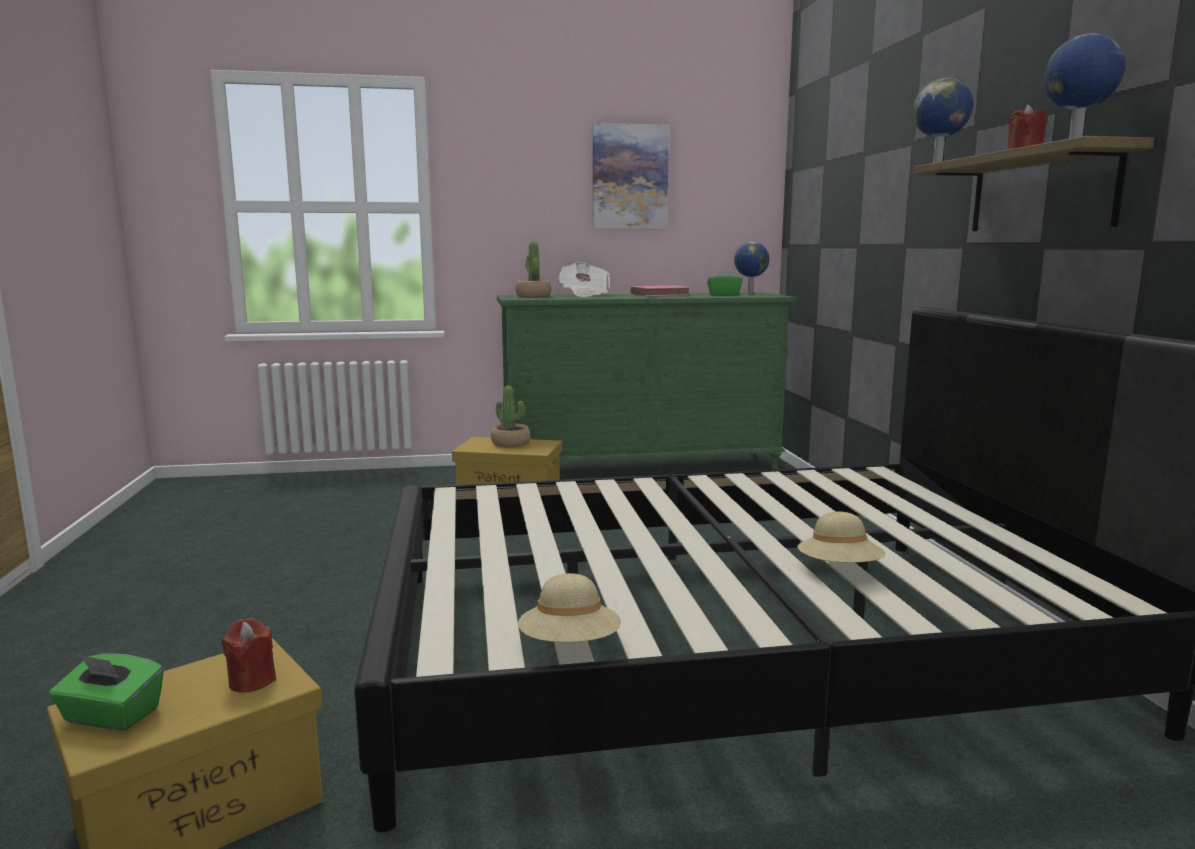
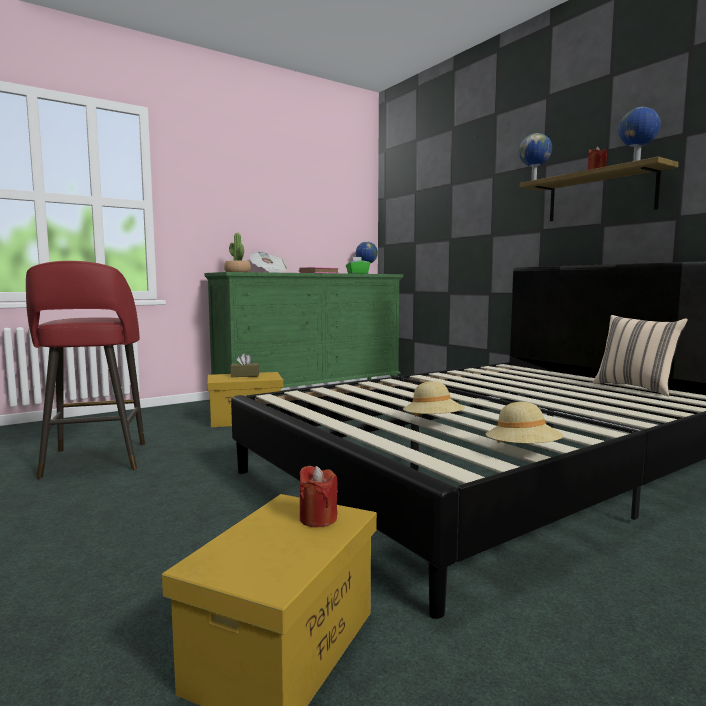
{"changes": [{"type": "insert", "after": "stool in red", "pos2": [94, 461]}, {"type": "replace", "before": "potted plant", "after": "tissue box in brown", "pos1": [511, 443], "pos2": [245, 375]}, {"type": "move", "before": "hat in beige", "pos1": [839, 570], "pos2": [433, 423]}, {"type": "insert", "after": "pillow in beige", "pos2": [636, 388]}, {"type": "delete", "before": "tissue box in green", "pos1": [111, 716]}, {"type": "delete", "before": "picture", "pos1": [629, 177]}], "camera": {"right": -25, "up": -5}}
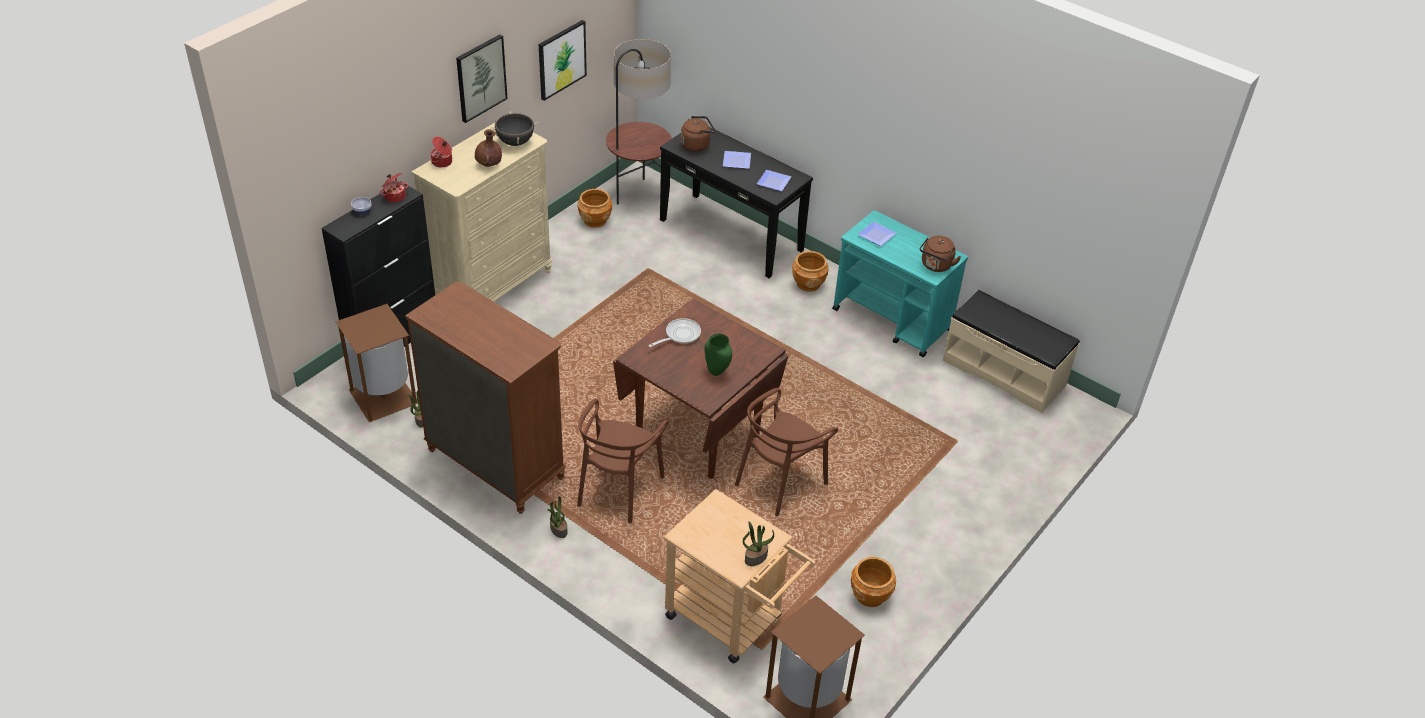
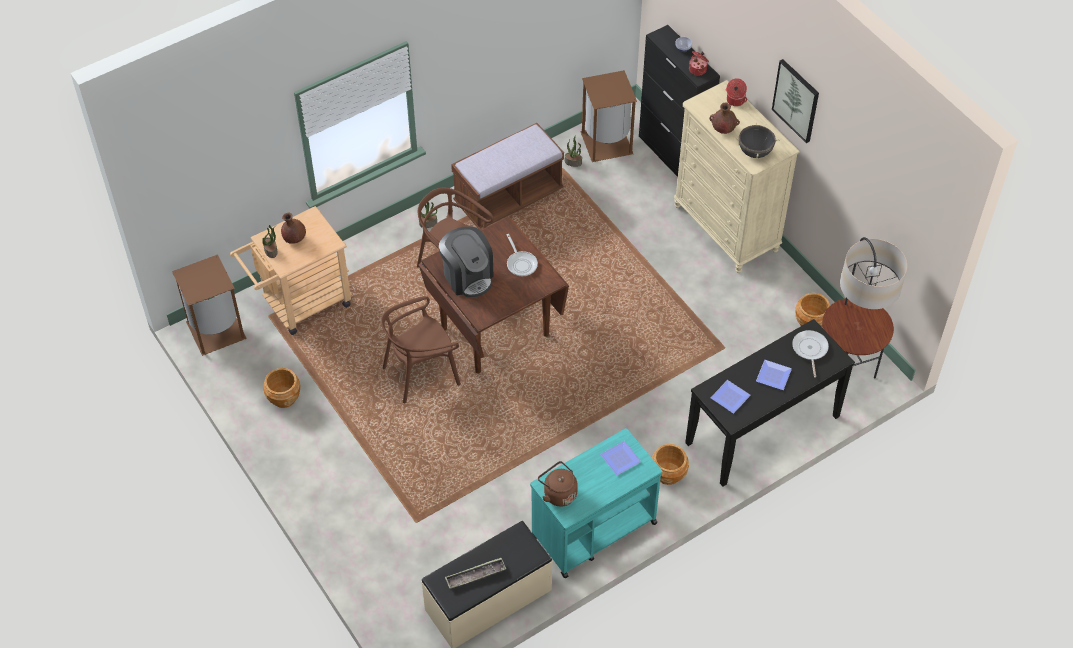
{"changes": [{"type": "insert", "after": "vase in brown", "pos2": [294, 238]}, {"type": "rotate", "before": "chair in brown", "pos1": [779, 481], "pos2": [421, 373], "turn": -90}, {"type": "replace", "before": "vase in green", "after": "coffee machine", "pos1": [716, 372], "pos2": [468, 276]}, {"type": "insert", "after": "tray", "pos2": [475, 575]}, {"type": "replace", "before": "dresser in brown", "after": "bench in brown", "pos1": [495, 465], "pos2": [508, 197]}, {"type": "replace", "before": "kettle in brown", "after": "frying pan", "pos1": [697, 145], "pos2": [809, 349]}, {"type": "delete", "before": "picture", "pos1": [561, 59]}], "camera": {"right": 110, "up": 10}}
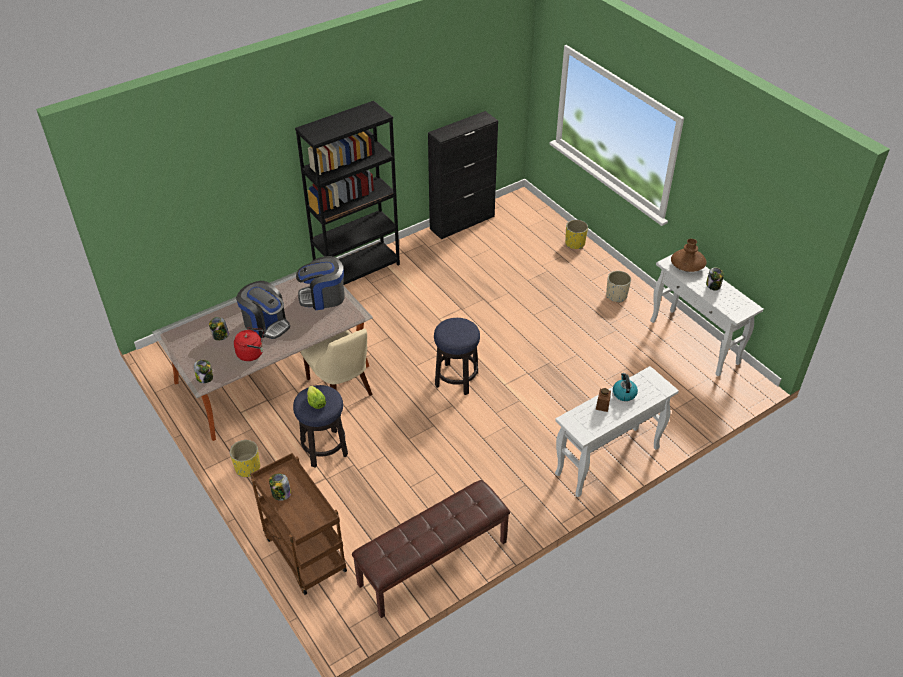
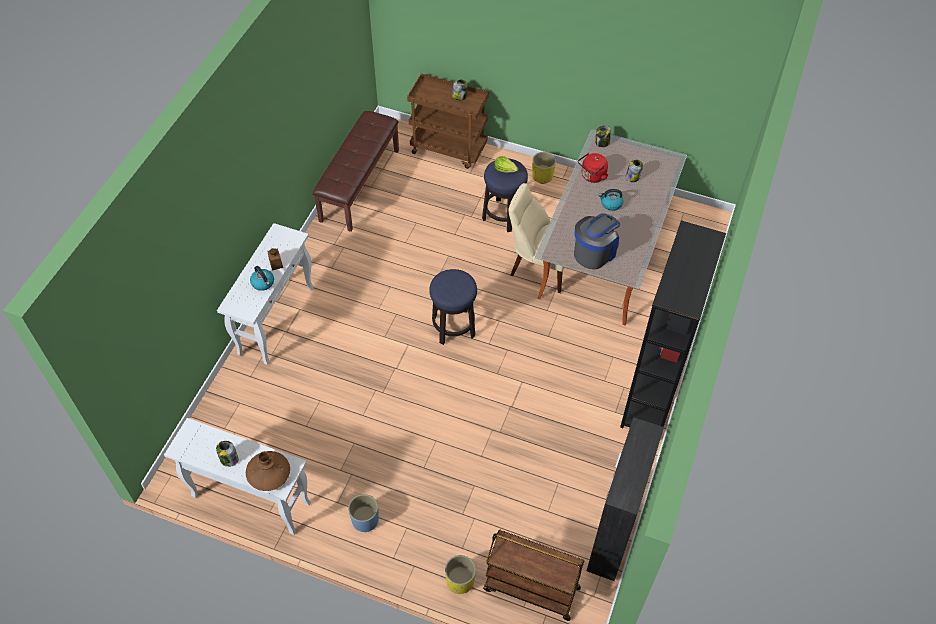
{"changes": [{"type": "recolor", "before": "planter in beige", "after": "planter in blue", "pos1": [616, 296], "pos2": [365, 520]}, {"type": "insert", "after": "cart in brown", "pos2": [530, 589]}, {"type": "replace", "before": "coffee machine", "after": "kettle", "pos1": [266, 324], "pos2": [611, 204]}], "camera": {"right": 145, "up": 10}}
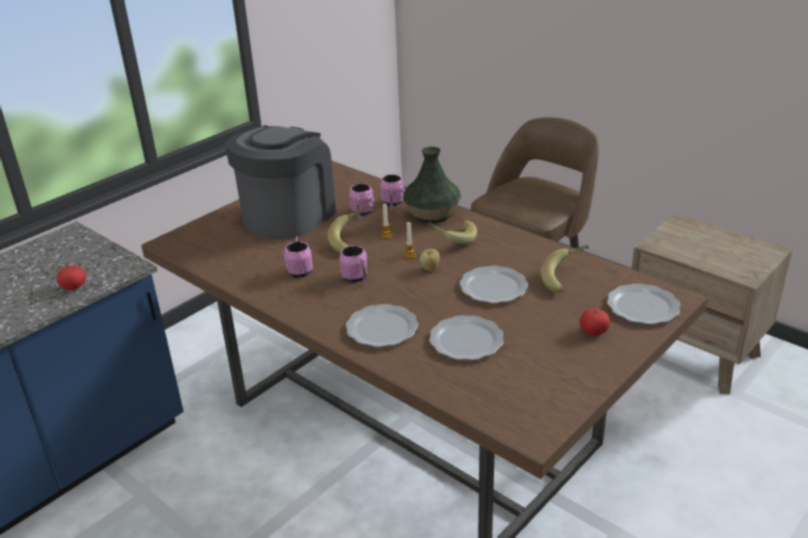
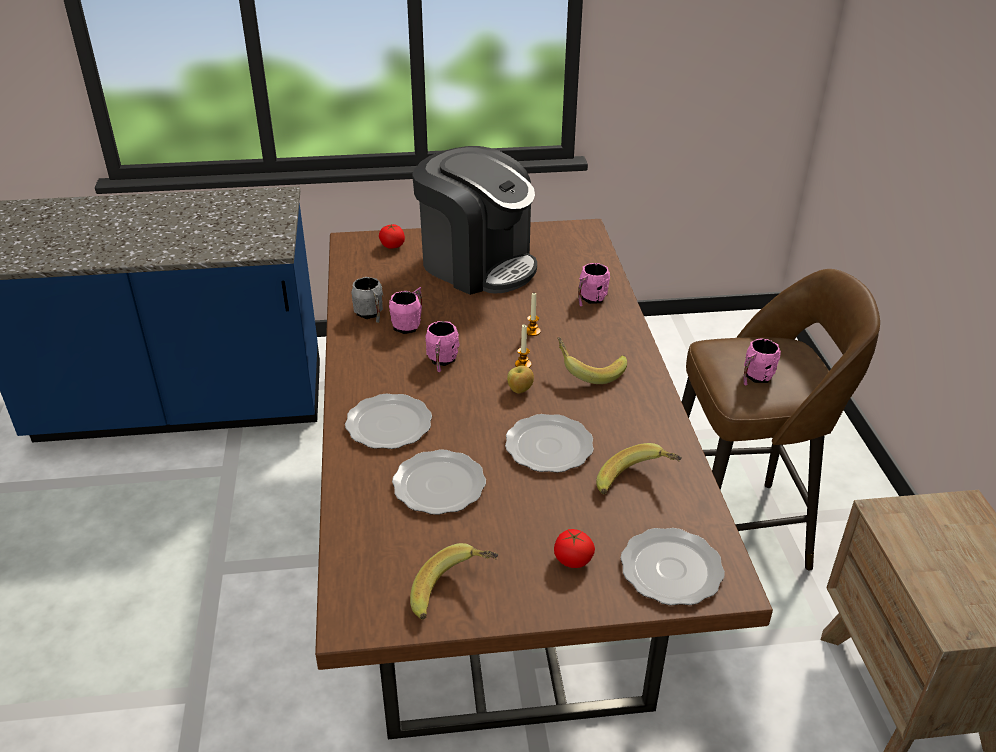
{"changes": [{"type": "insert", "after": "mug in grey", "pos2": [370, 314]}, {"type": "move", "before": "tomato", "pos1": [74, 287], "pos2": [392, 246]}, {"type": "move", "before": "banana", "pos1": [351, 241], "pos2": [454, 594]}, {"type": "rotate", "before": "coffee machine", "pos1": [288, 216], "pos2": [477, 264], "turn": 60}, {"type": "move", "before": "mug in pink", "pos1": [361, 213], "pos2": [755, 377]}, {"type": "delete", "before": "vase", "pos1": [433, 214]}], "camera": {"right": 40, "up": 5}}
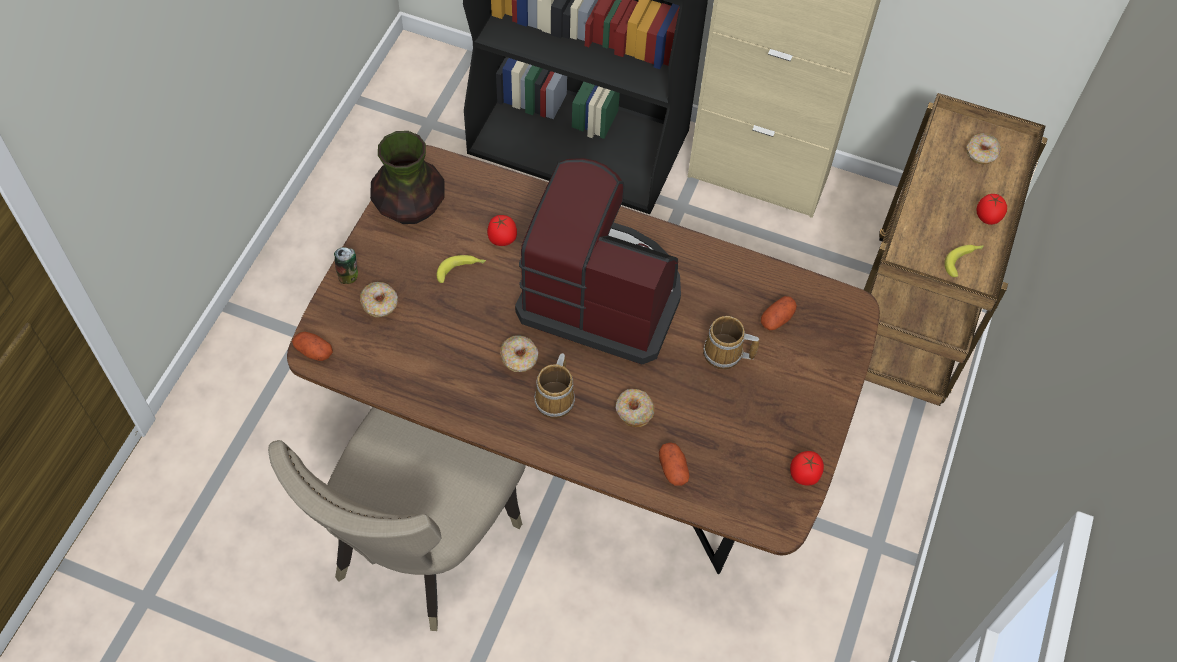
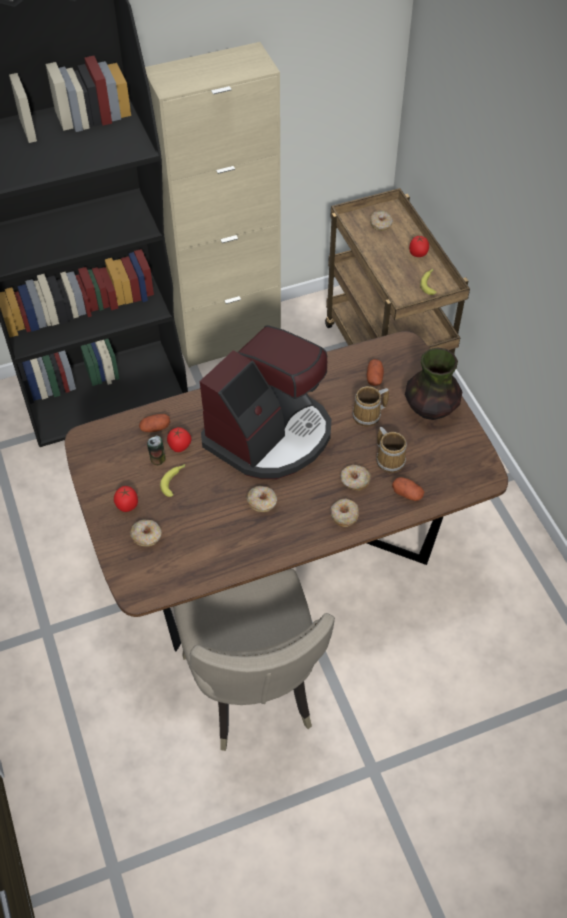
{"changes": [{"type": "move", "before": "tomato", "pos1": [804, 475], "pos2": [127, 505]}, {"type": "move", "before": "potato", "pos1": [313, 351], "pos2": [155, 428]}, {"type": "move", "before": "can", "pos1": [349, 276], "pos2": [157, 459]}, {"type": "rotate", "before": "coffee machine", "pos1": [601, 295], "pos2": [270, 435], "turn": 150}, {"type": "insert", "after": "donut", "pos2": [344, 515]}, {"type": "move", "before": "mug", "pos1": [556, 398], "pos2": [390, 459]}, {"type": "move", "before": "vase", "pos1": [410, 208], "pos2": [430, 408]}], "camera": {"right": -40, "up": -5}}
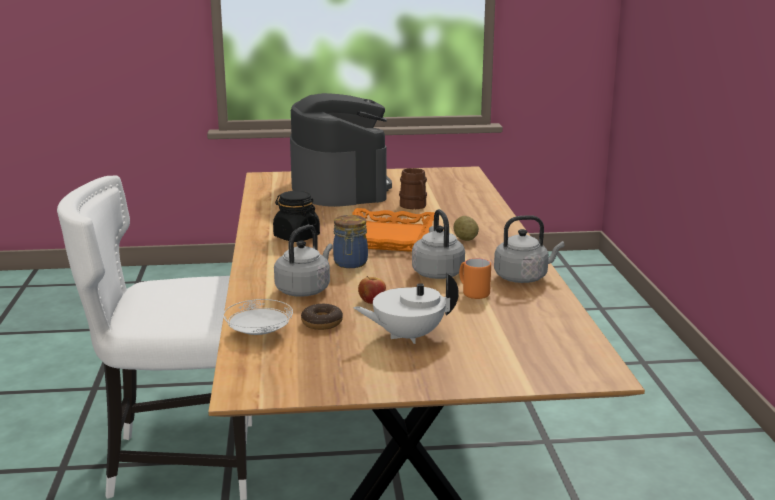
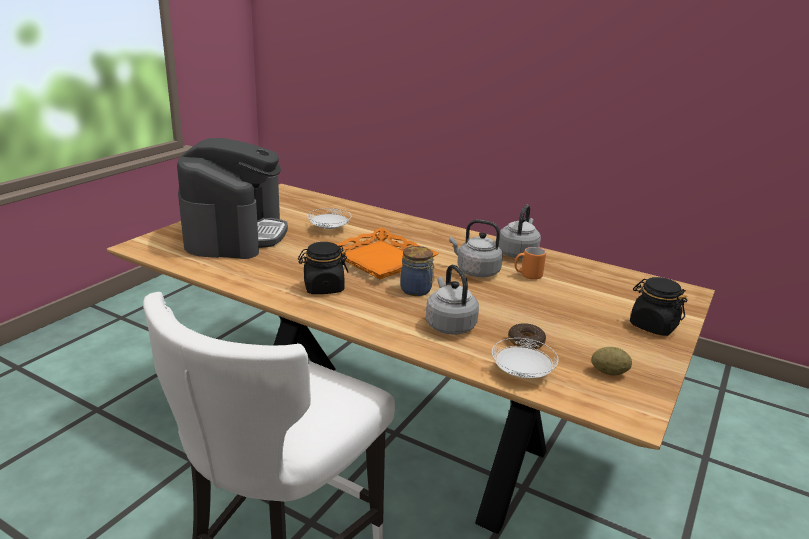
{"changes": [{"type": "rotate", "before": "coffee machine", "pos1": [339, 188], "pos2": [235, 234], "turn": 75}, {"type": "replace", "before": "mug in brown", "after": "plate in white", "pos1": [414, 206], "pos2": [329, 229]}, {"type": "move", "before": "potato", "pos1": [465, 239], "pos2": [609, 372]}, {"type": "insert", "after": "jar in black", "pos2": [653, 326]}, {"type": "delete", "before": "teapot in white", "pos1": [407, 336]}, {"type": "delete", "before": "apple", "pos1": [371, 301]}], "camera": {"right": -55, "up": 5}}
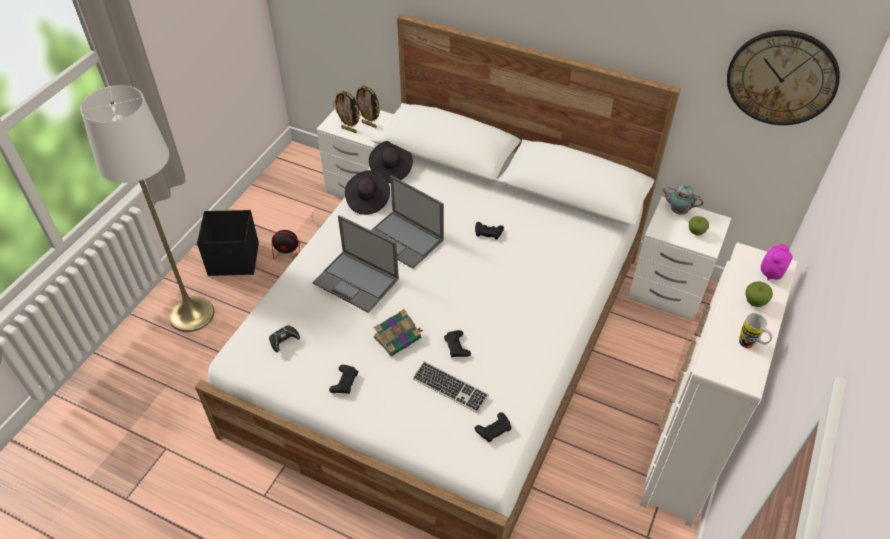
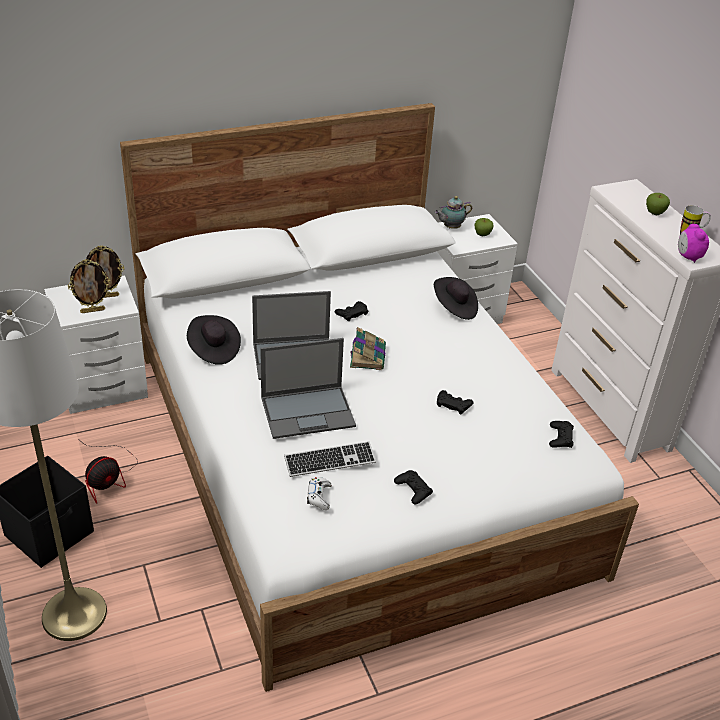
{"changes": [{"type": "move", "before": "keyboard", "pos1": [450, 388], "pos2": [330, 461]}, {"type": "recolor", "before": "game controller in black", "after": "game controller in white", "pos1": [284, 340], "pos2": [319, 496]}, {"type": "move", "before": "book", "pos1": [398, 337], "pos2": [367, 356]}, {"type": "move", "before": "hat in black", "pos1": [390, 169], "pos2": [454, 308]}, {"type": "move", "before": "alarm clock", "pos1": [770, 273], "pos2": [688, 257]}, {"type": "delete", "before": "wall clock", "pos1": [782, 77]}], "camera": {"right": -50, "up": -10}}
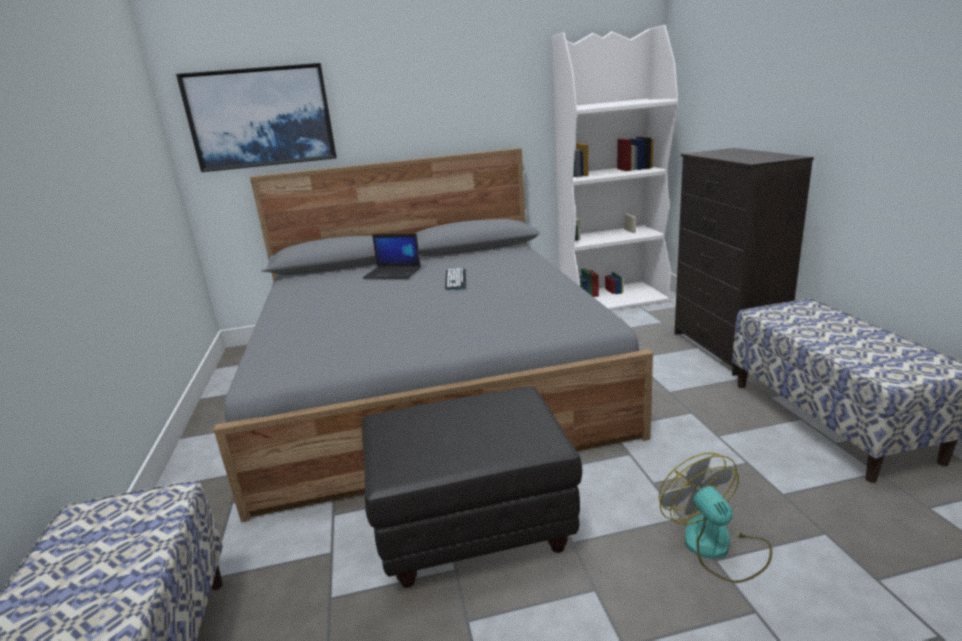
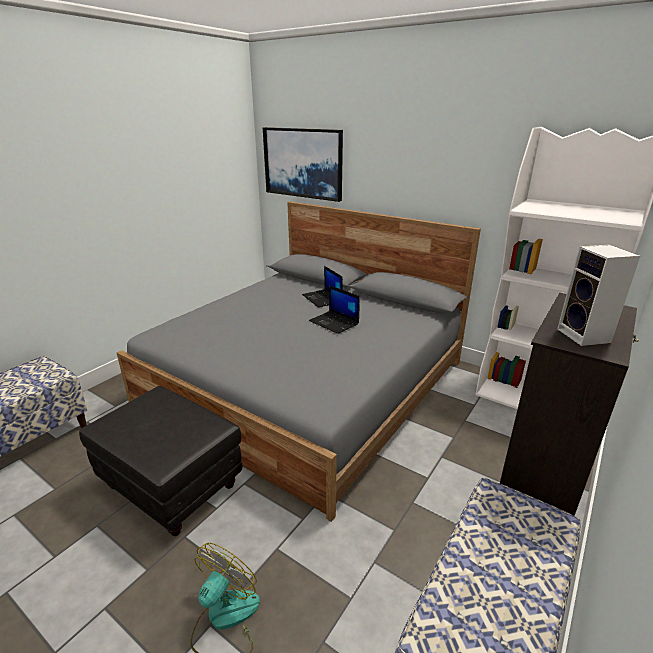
{"changes": [{"type": "replace", "before": "keyboard", "after": "laptop", "pos1": [455, 279], "pos2": [334, 322]}, {"type": "insert", "after": "speaker", "pos2": [585, 336]}], "camera": {"right": 45, "up": 5}}
